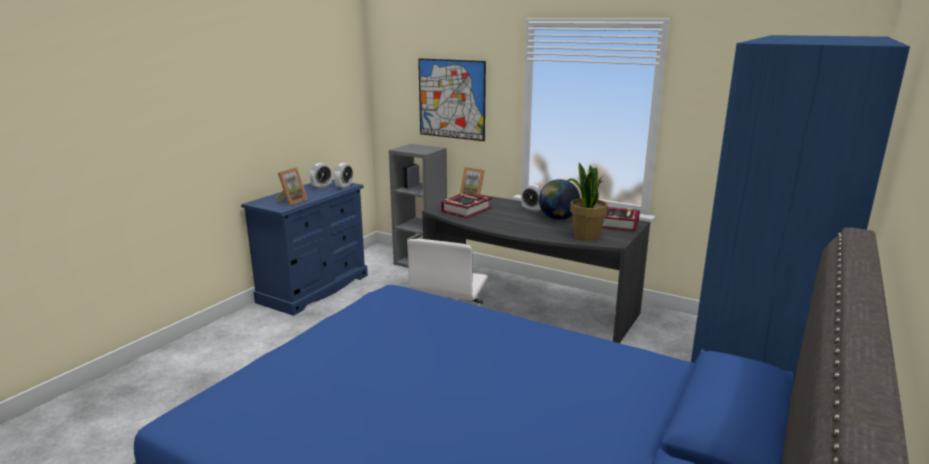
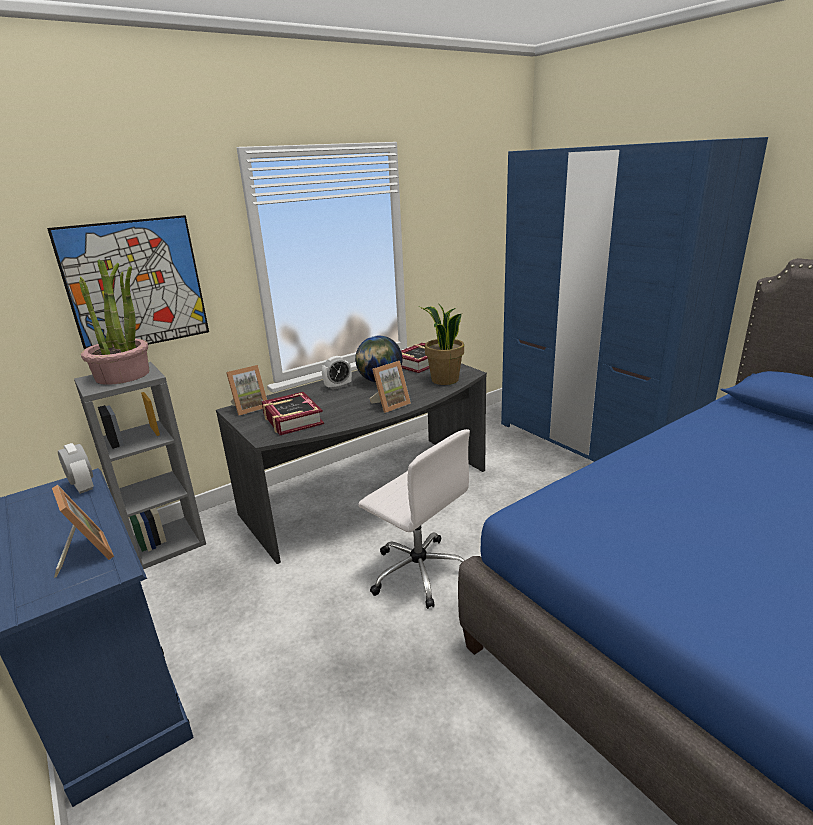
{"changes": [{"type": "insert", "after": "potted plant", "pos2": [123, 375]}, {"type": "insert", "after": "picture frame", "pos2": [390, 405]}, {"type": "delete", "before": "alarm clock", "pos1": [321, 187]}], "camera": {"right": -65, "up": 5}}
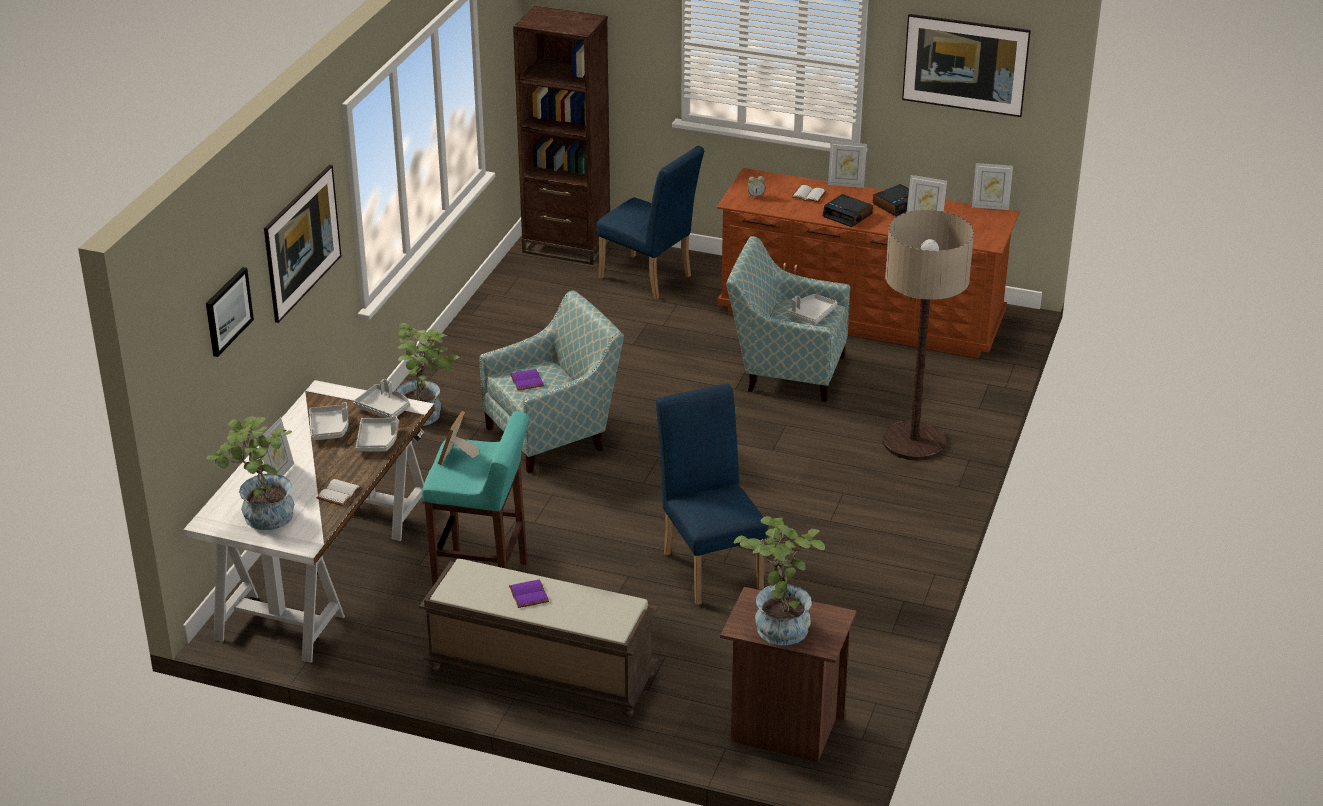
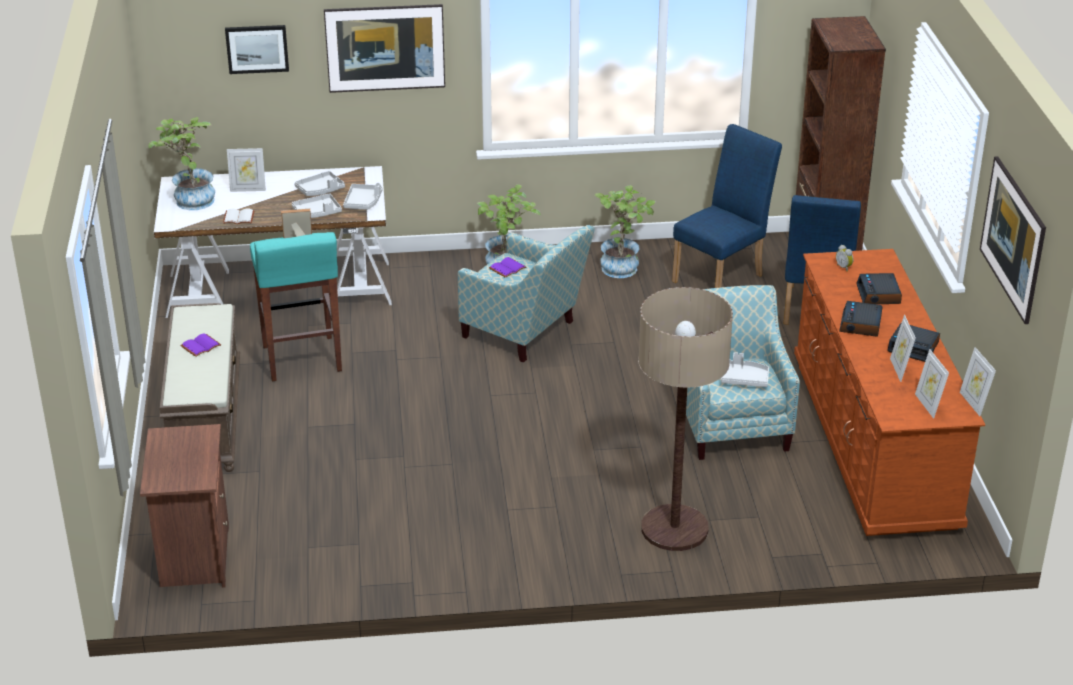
{"changes": [{"type": "move", "before": "potted plant", "pos1": [779, 623], "pos2": [623, 266]}, {"type": "move", "before": "chair in blue", "pos1": [710, 565], "pos2": [722, 276]}, {"type": "replace", "before": "book in white", "after": "alarm clock", "pos1": [809, 195], "pos2": [879, 295]}, {"type": "move", "before": "picture frame", "pos1": [846, 184], "pos2": [928, 405]}], "camera": {"right": 65, "up": 0}}
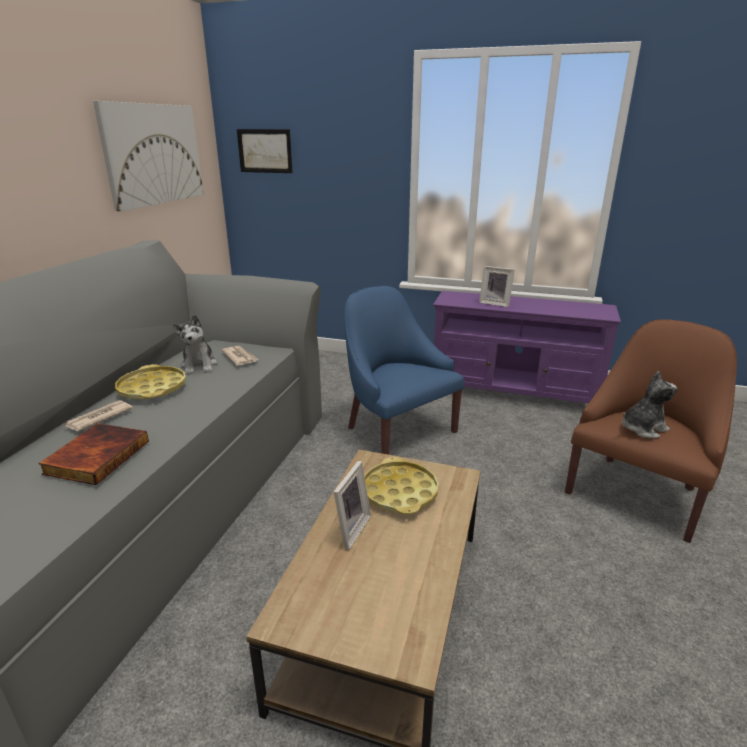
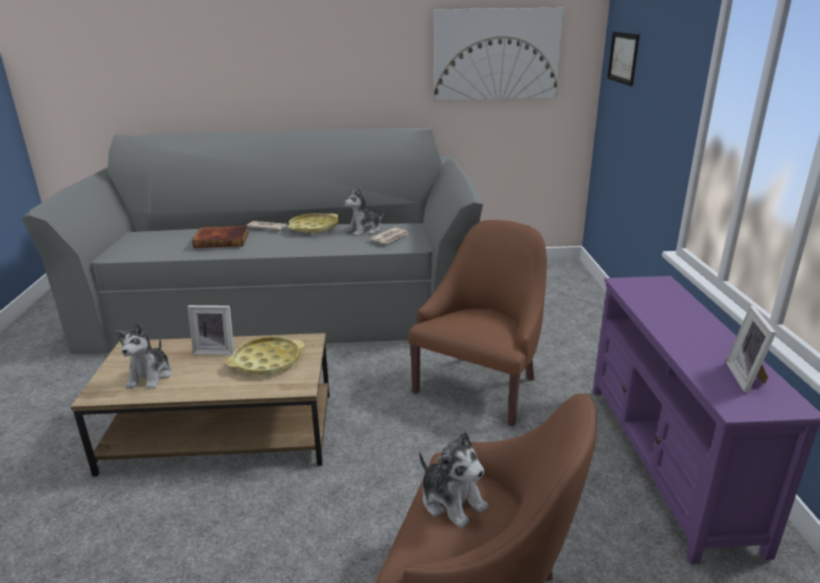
{"changes": [{"type": "insert", "after": "plush toy", "pos2": [150, 376]}, {"type": "recolor", "before": "armchair in blue", "after": "armchair in brown", "pos1": [396, 430], "pos2": [481, 386]}, {"type": "move", "before": "picture frame", "pos1": [495, 303], "pos2": [747, 378]}], "camera": {"right": 70, "up": 0}}
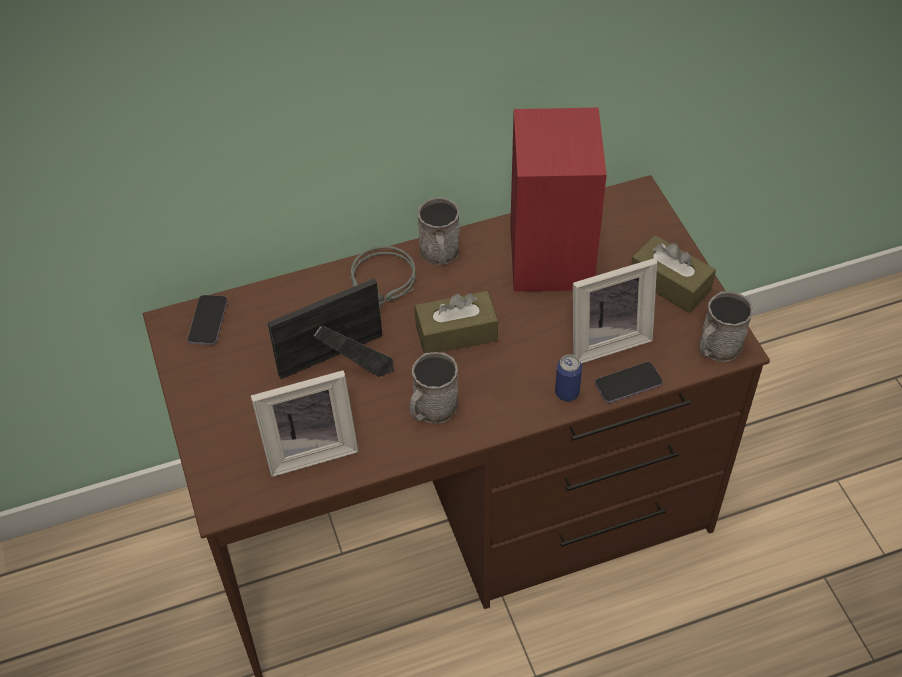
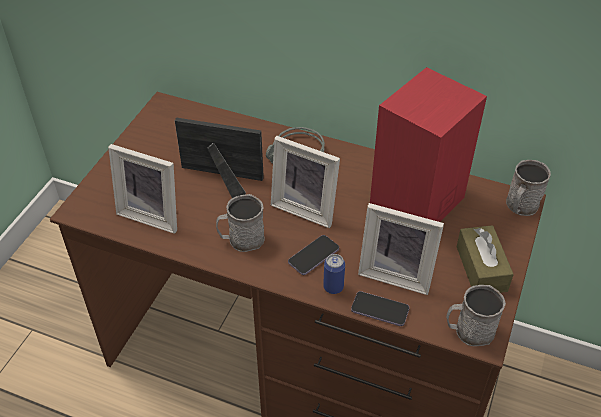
{"changes": [{"type": "replace", "before": "tissue box in brown", "after": "picture frame", "pos1": [456, 333], "pos2": [306, 207]}, {"type": "move", "before": "phone", "pos1": [208, 321], "pos2": [313, 256]}, {"type": "move", "before": "mug in grey", "pos1": [440, 254], "pos2": [520, 206]}], "camera": {"right": 40, "up": -5}}
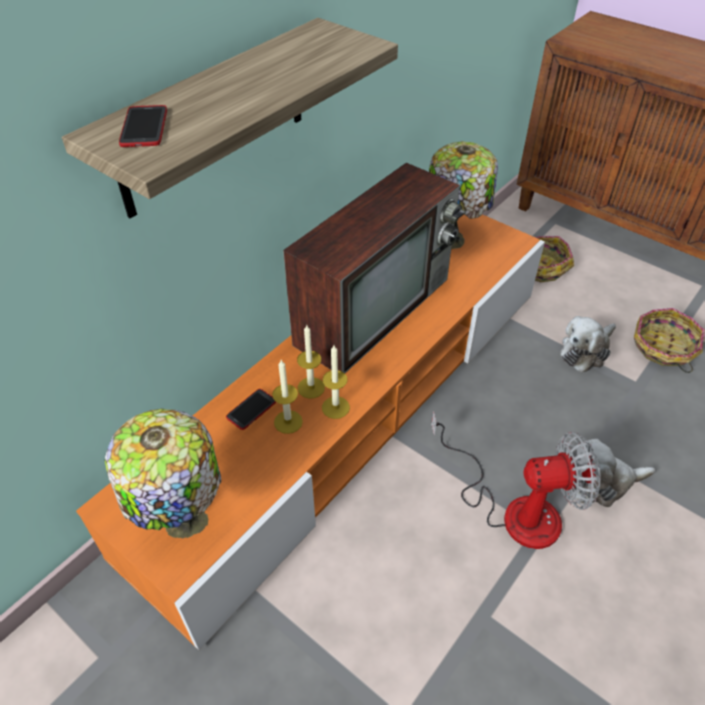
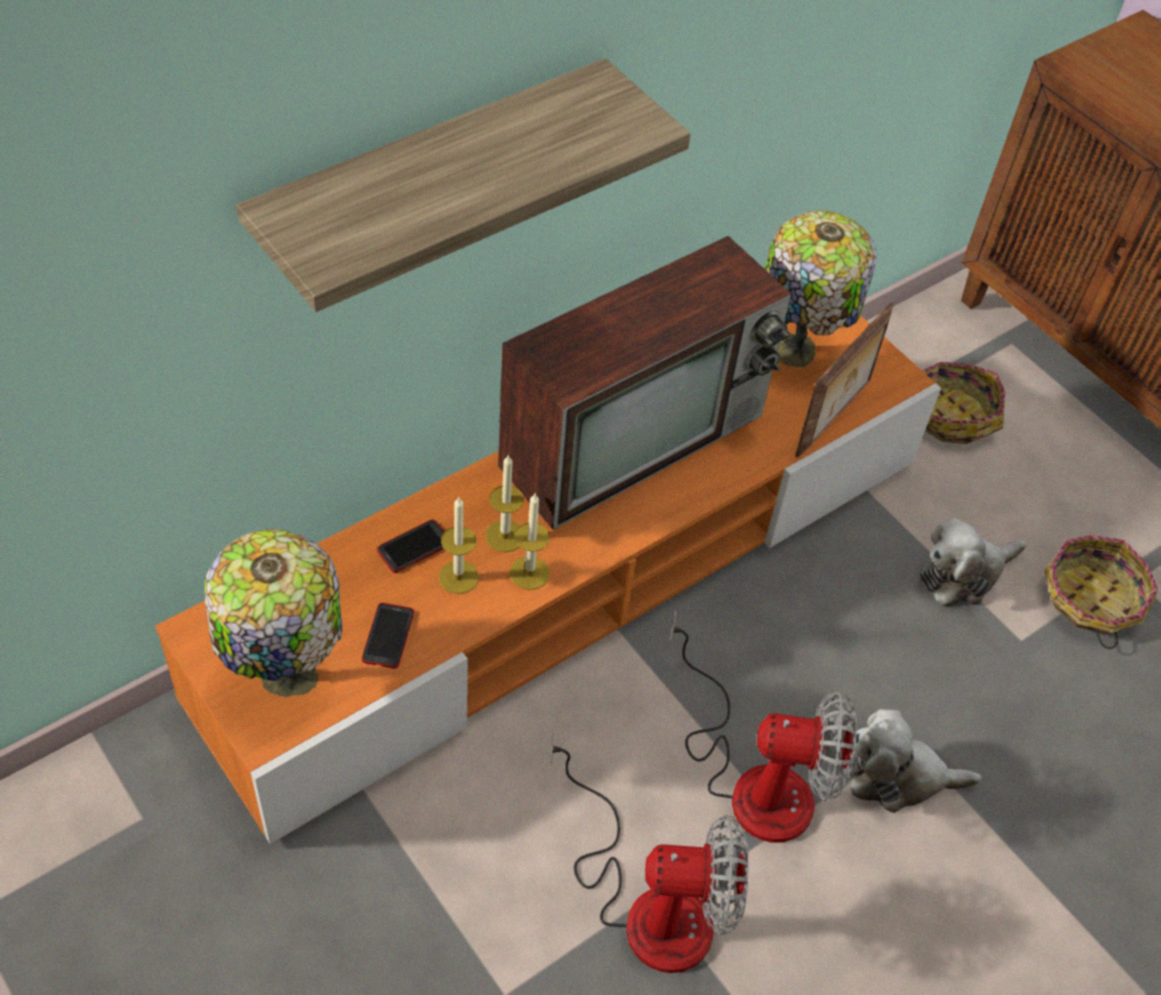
{"changes": [{"type": "move", "before": "phone", "pos1": [144, 127], "pos2": [388, 636]}, {"type": "insert", "after": "fan", "pos2": [648, 902]}, {"type": "insert", "after": "picture frame", "pos2": [835, 418]}], "camera": {"right": 10, "up": 5}}
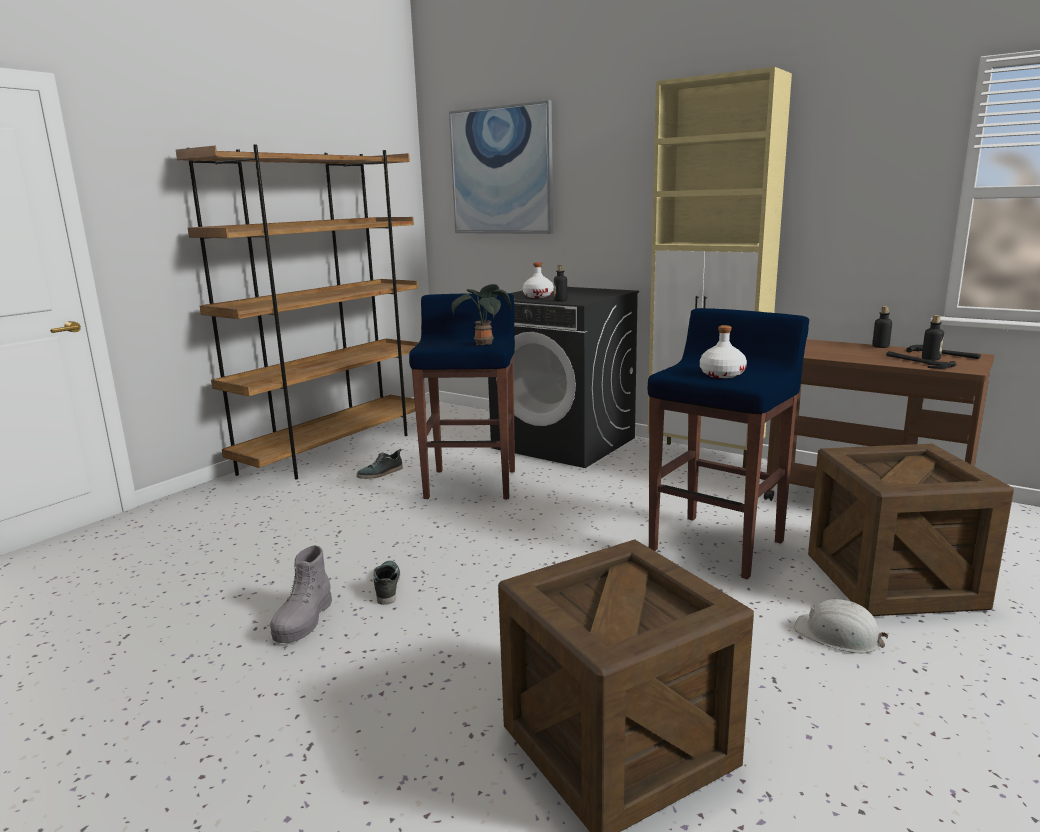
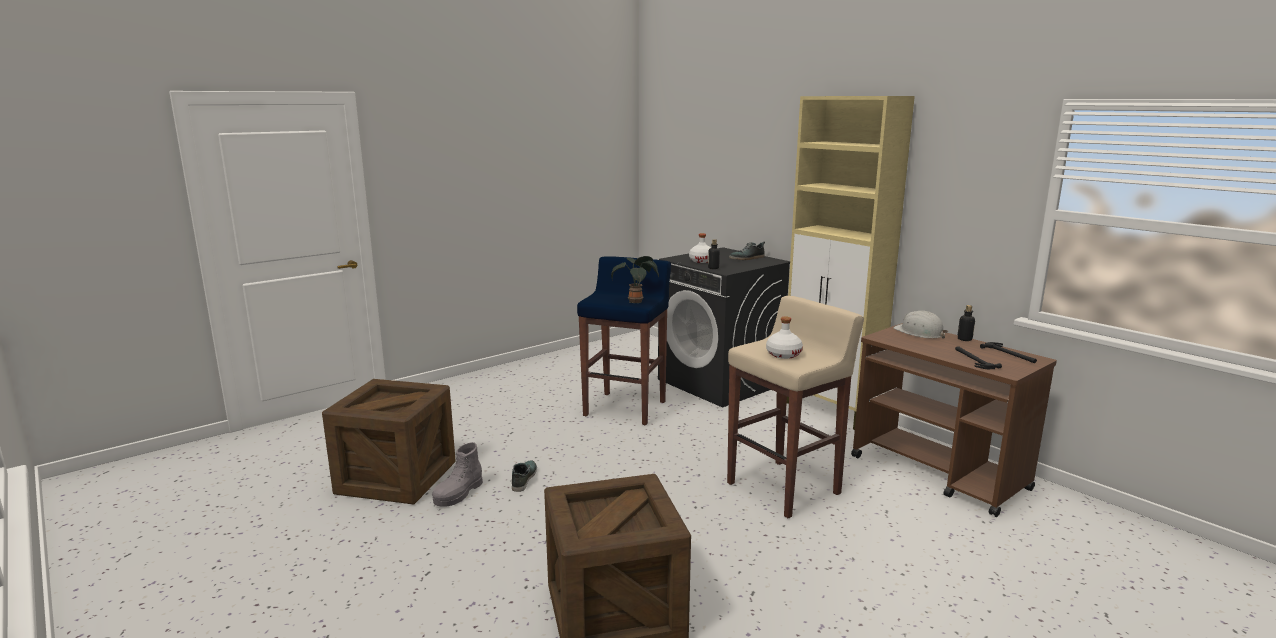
{"changes": [{"type": "move", "before": "crate", "pos1": [893, 581], "pos2": [396, 478]}, {"type": "recolor", "before": "stool in blue", "after": "stool in beige", "pos1": [718, 545], "pos2": [785, 488]}, {"type": "move", "before": "shoe", "pos1": [380, 473], "pos2": [747, 258]}, {"type": "move", "before": "hard hat in white", "pos1": [838, 635], "pos2": [919, 332]}, {"type": "delete", "before": "bookcase in brown", "pos1": [336, 450]}, {"type": "delete", "before": "picture", "pos1": [501, 171]}, {"type": "delete", "before": "bottle", "pos1": [930, 359]}], "camera": {"right": 15, "up": 0}}
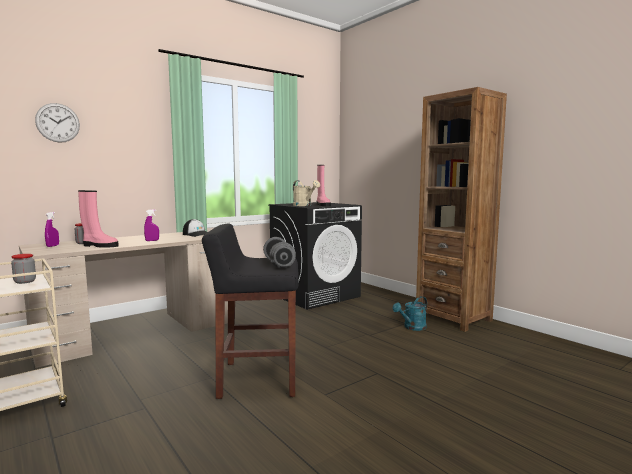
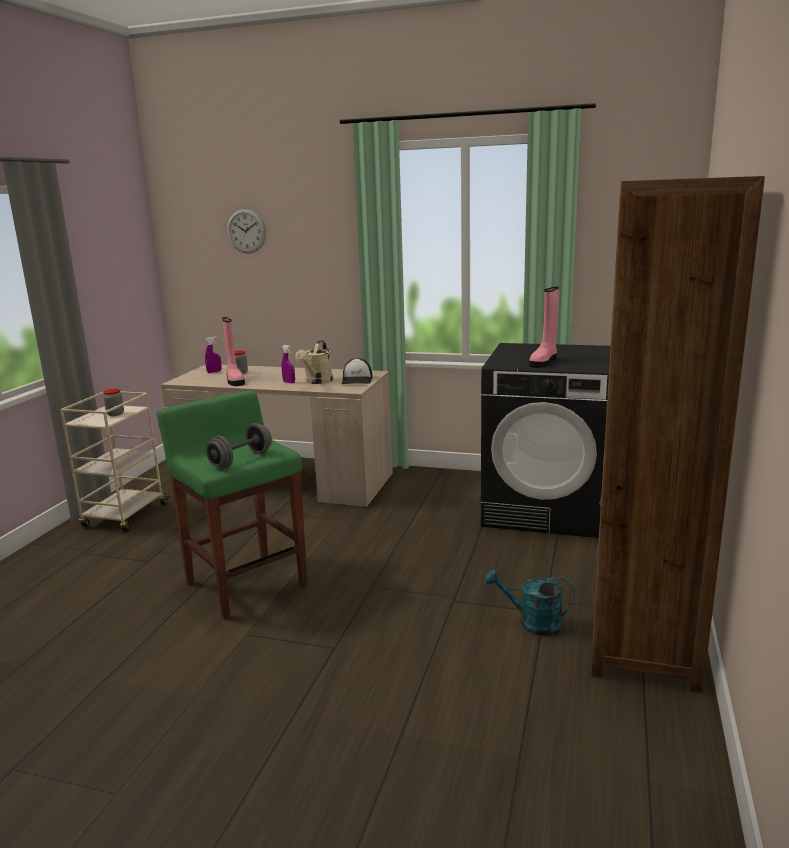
{"changes": [{"type": "recolor", "before": "stool in black", "after": "stool in green", "pos1": [257, 379], "pos2": [245, 583]}, {"type": "move", "before": "watering can in beige", "pos1": [304, 205], "pos2": [317, 382]}], "camera": {"right": 55, "up": 10}}
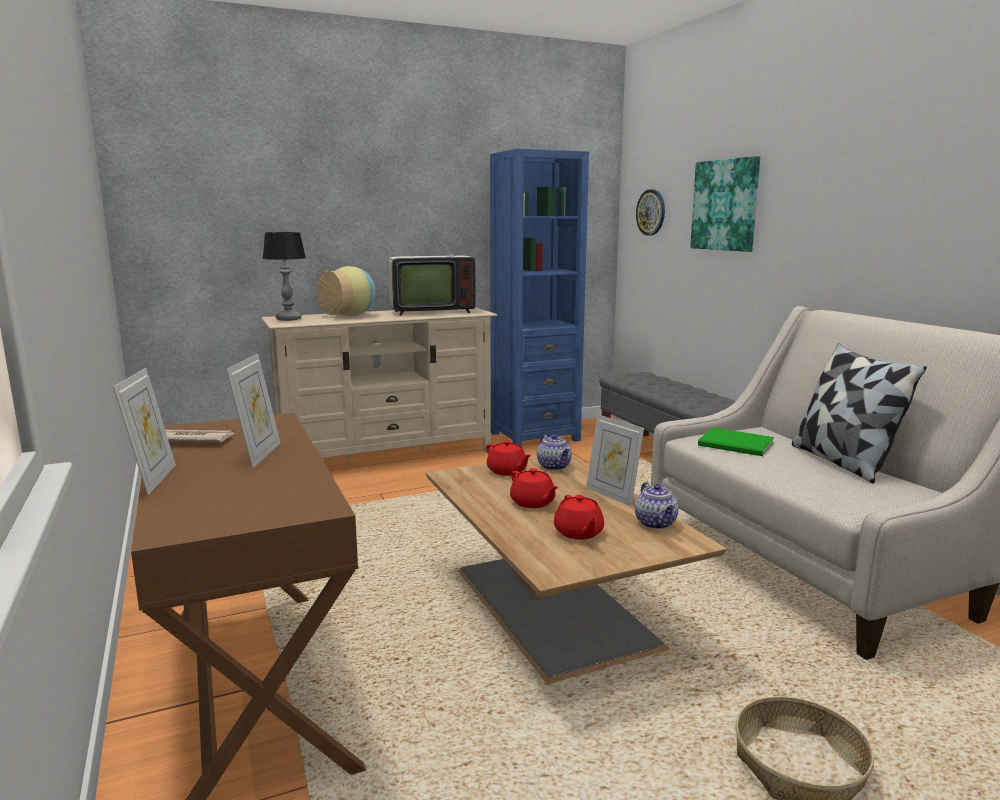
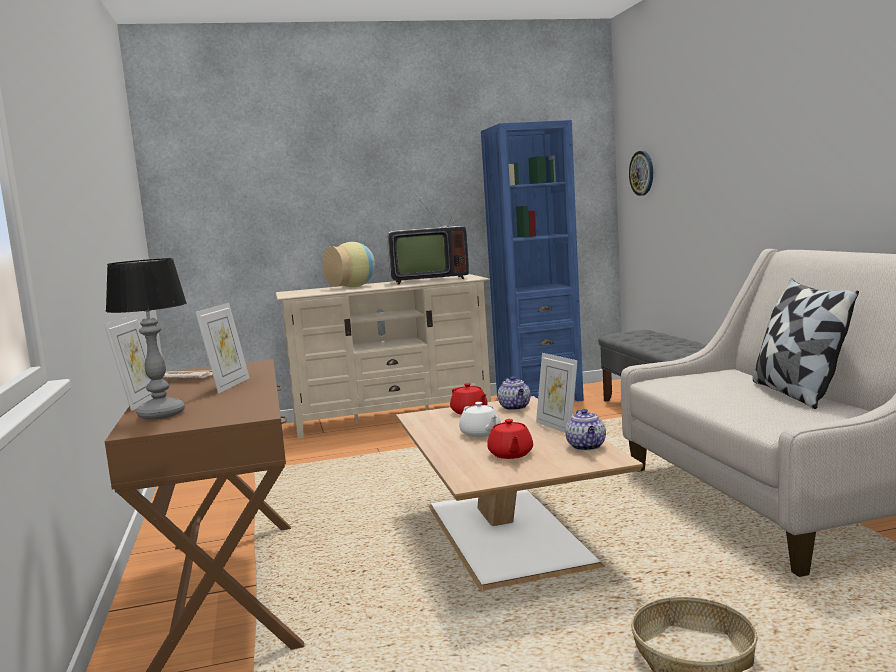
{"changes": [{"type": "move", "before": "table lamp", "pos1": [289, 319], "pos2": [162, 414]}, {"type": "recolor", "before": "teapot in red", "after": "teapot in white", "pos1": [533, 503], "pos2": [481, 434]}, {"type": "delete", "before": "picture", "pos1": [725, 205]}, {"type": "delete", "before": "book in green", "pos1": [737, 445]}], "camera": {"right": 10, "up": -5}}
